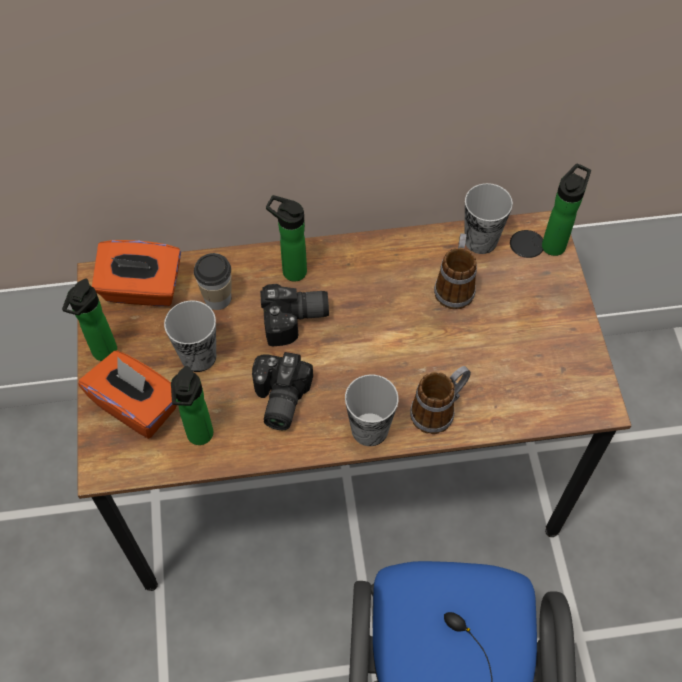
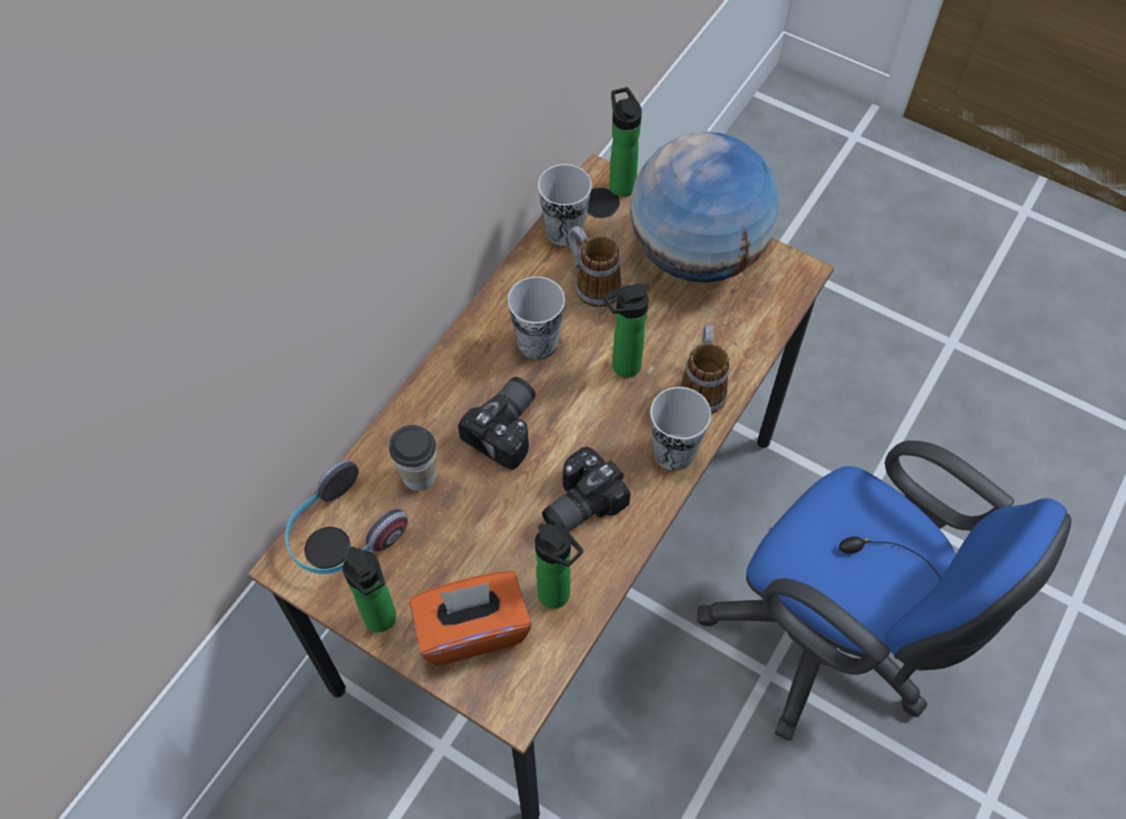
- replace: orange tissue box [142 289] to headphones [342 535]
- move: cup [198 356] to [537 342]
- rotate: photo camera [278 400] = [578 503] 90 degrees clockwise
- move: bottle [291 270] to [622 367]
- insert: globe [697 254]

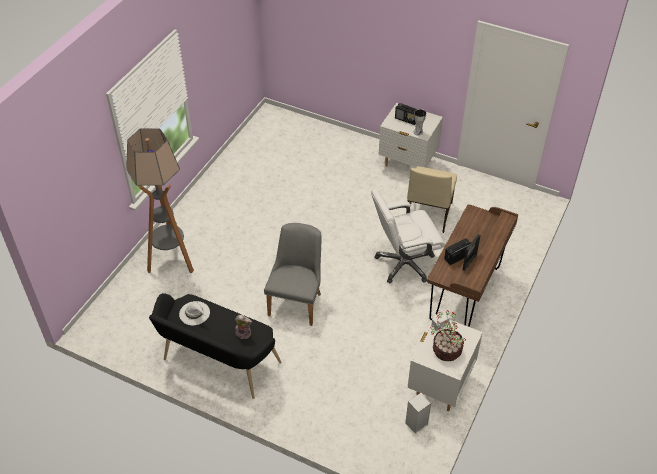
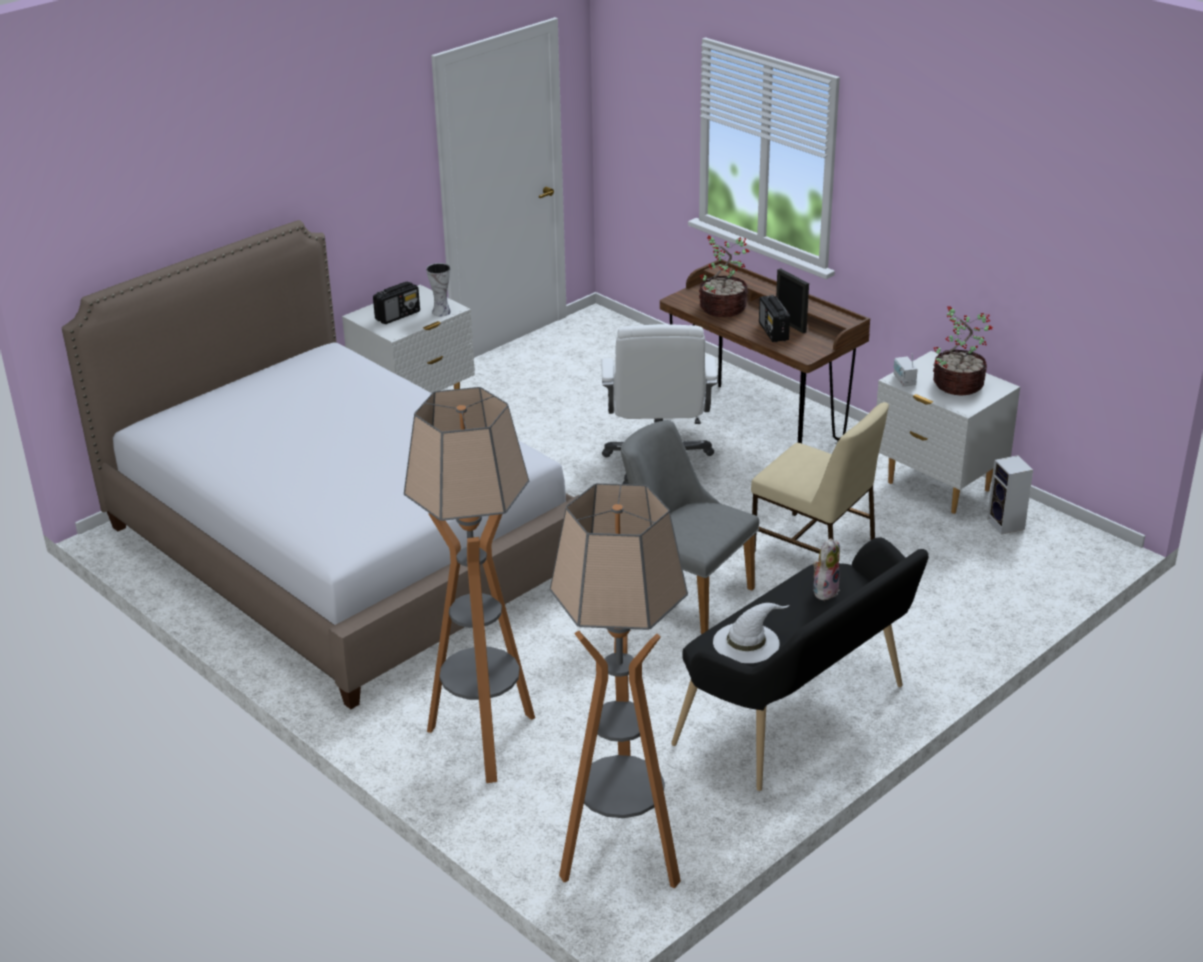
- insert: bed [342 549]
- insert: floor lamp [621 857]
- insert: potted plant [721 309]
- move: beige chair [428 214] to [814 548]

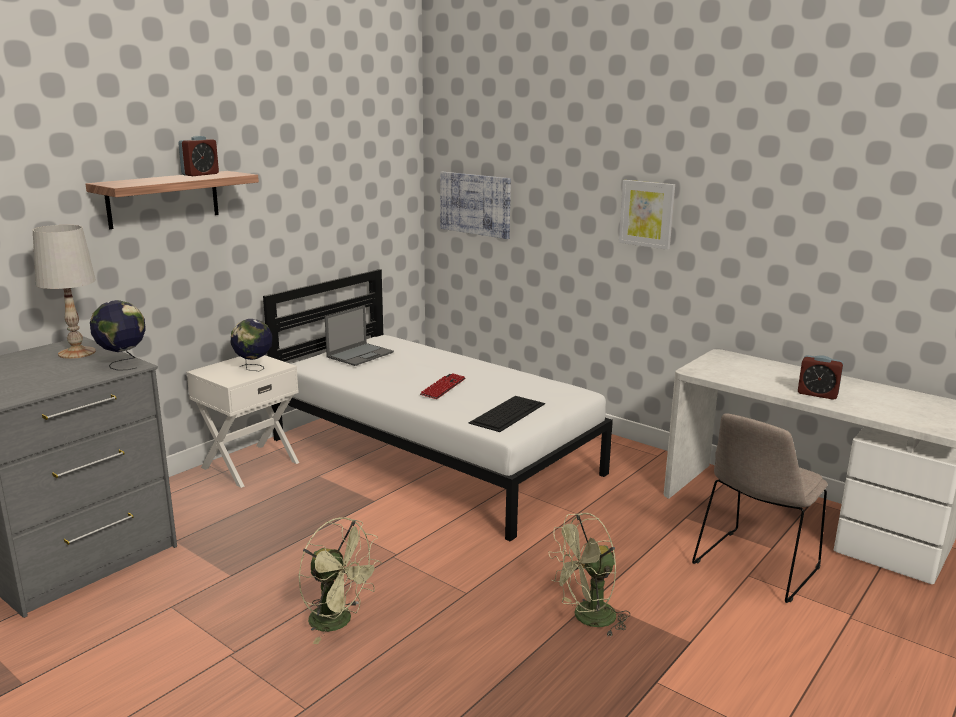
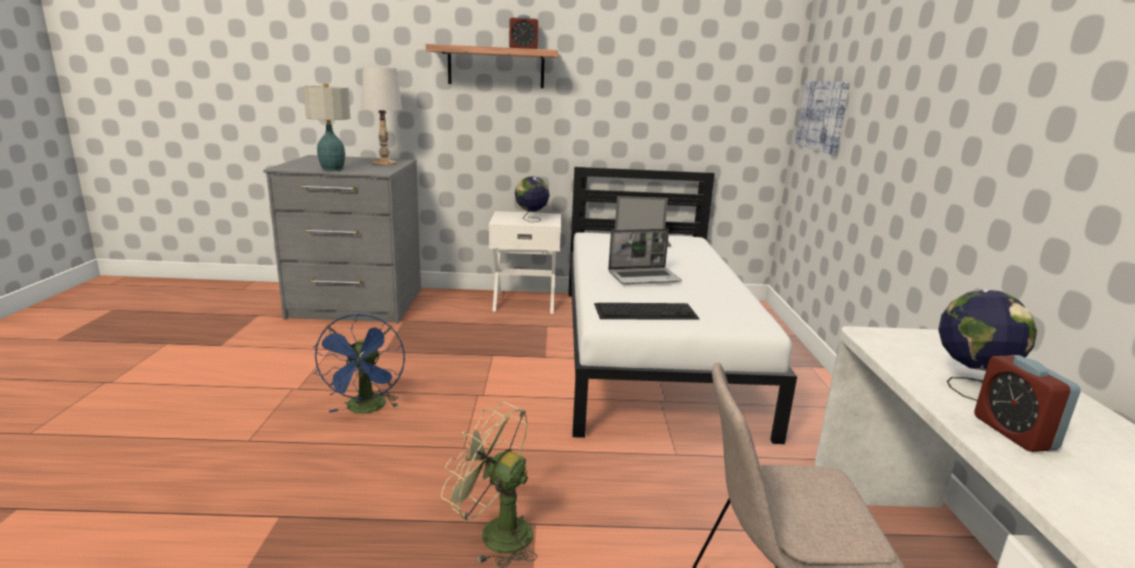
- insert: table lamp [332 169]
- recolor: green fan [339 622] to blue fan [366 409]
- replace: keyboard [443 387] to laptop [644 277]
- move: globe [123 363] to [969 386]
- delete: picture [647 214]

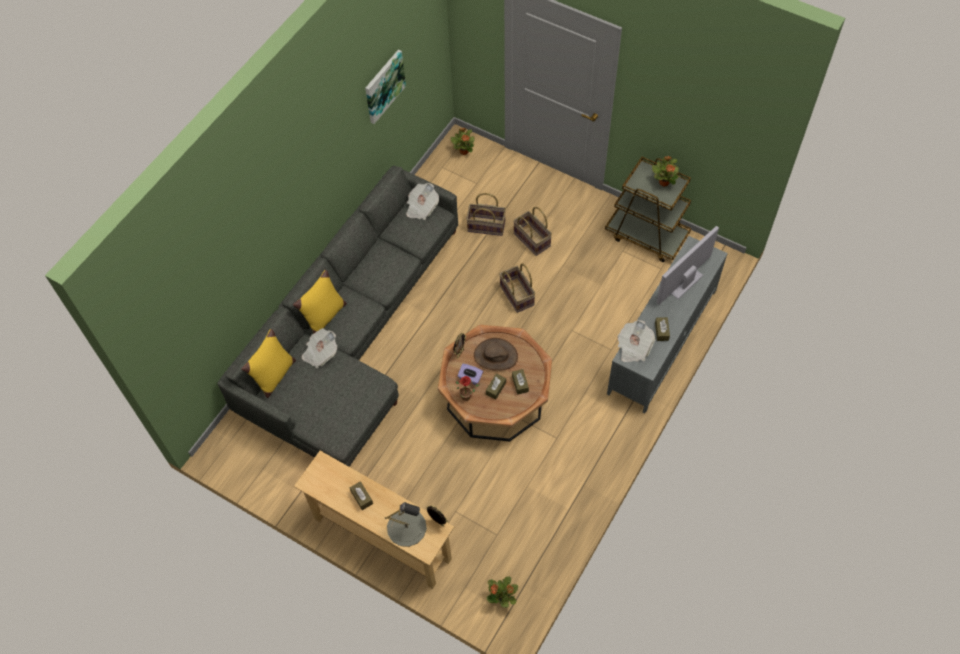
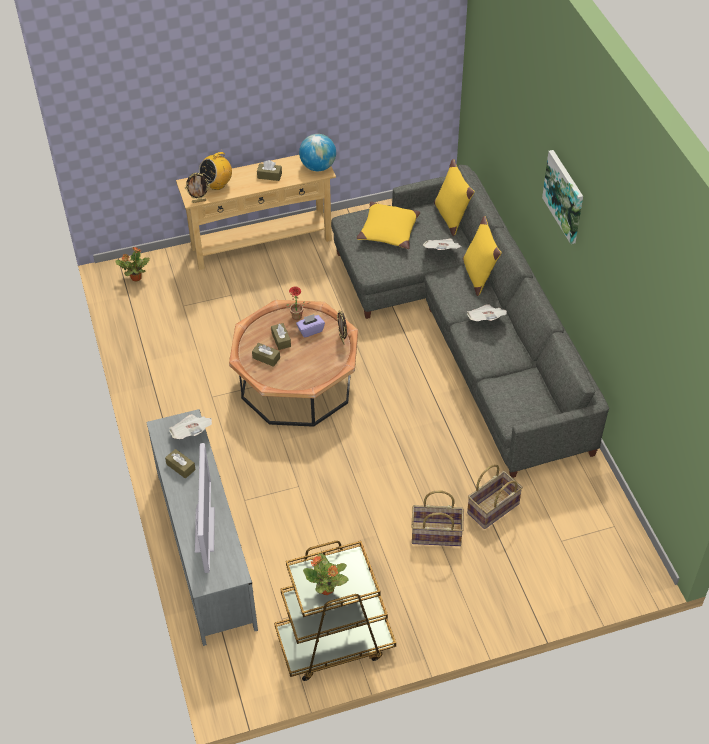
- replace: grey table lamp [406 527] to radio [217 184]
- insert: globe [318 167]
- insert: yellow pillow [389 231]
- move: newspaper [421 207] to [485 320]
- move: picture [383 86] to [564 196]
- delete: potted plant [464 151]
- delete: brown hat [495 356]
- delete: basket [517 295]

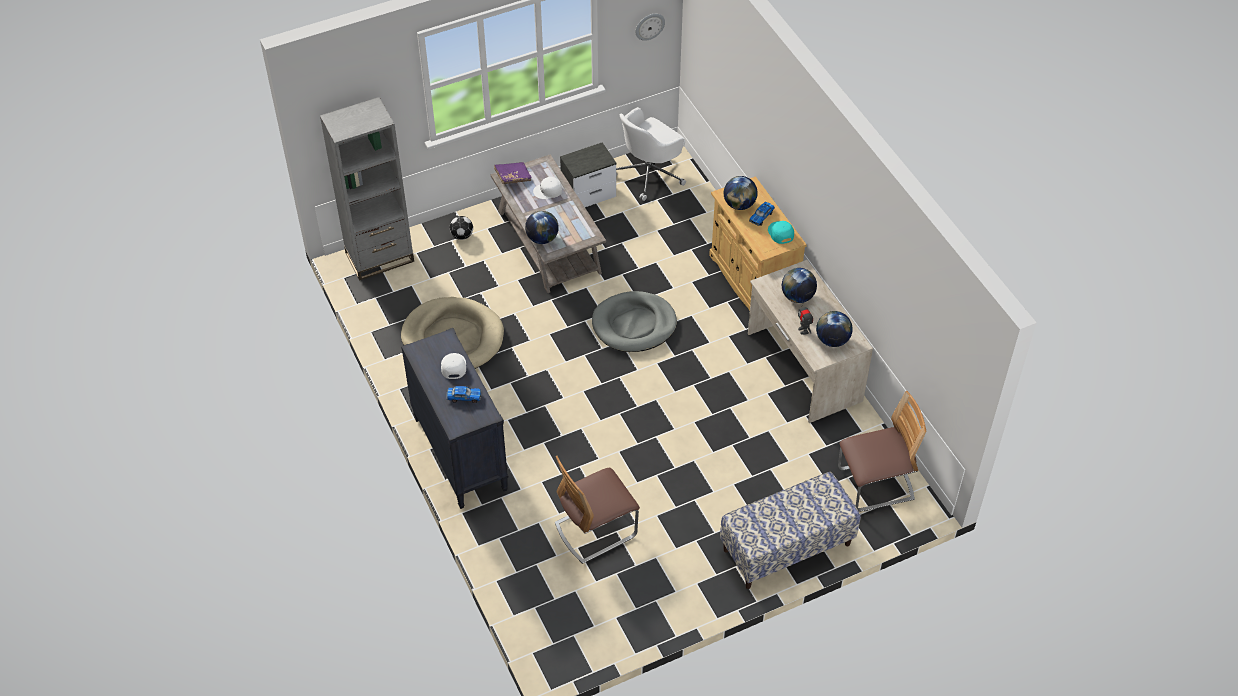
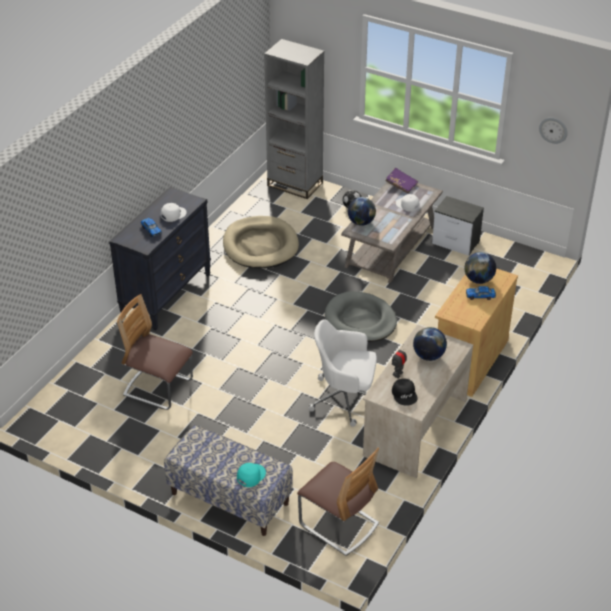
- move: turquoise cap [780 233] to [250 475]
- move: white office chair [649 174] to [345 399]
- replace: globe [832 340] to black cap [405 394]

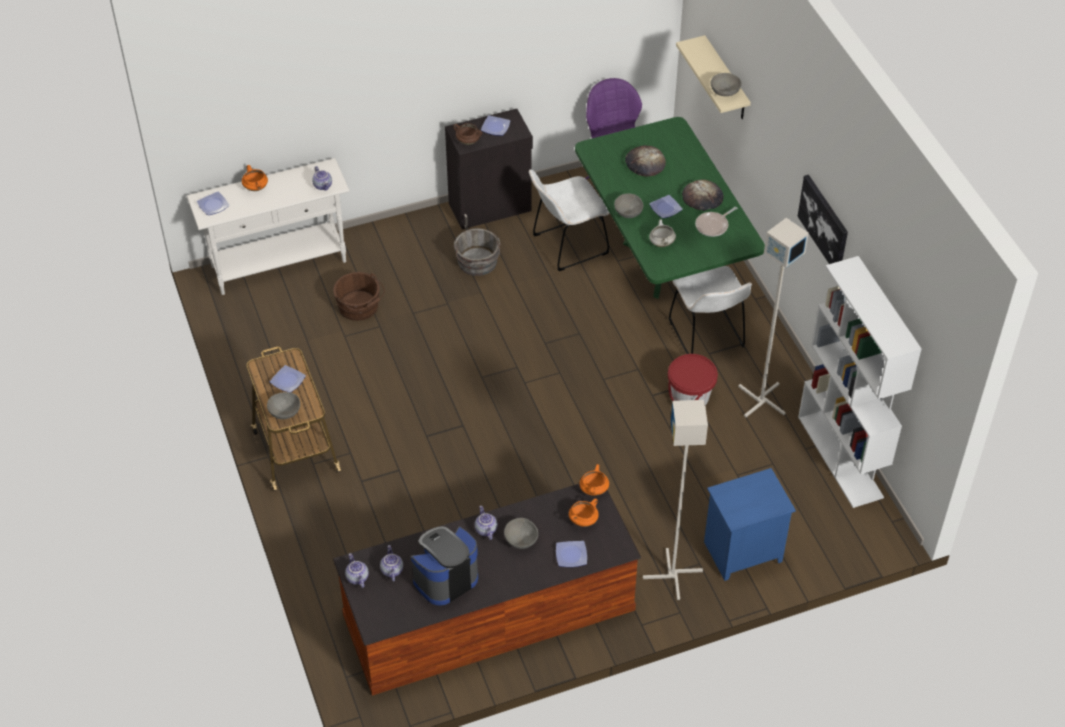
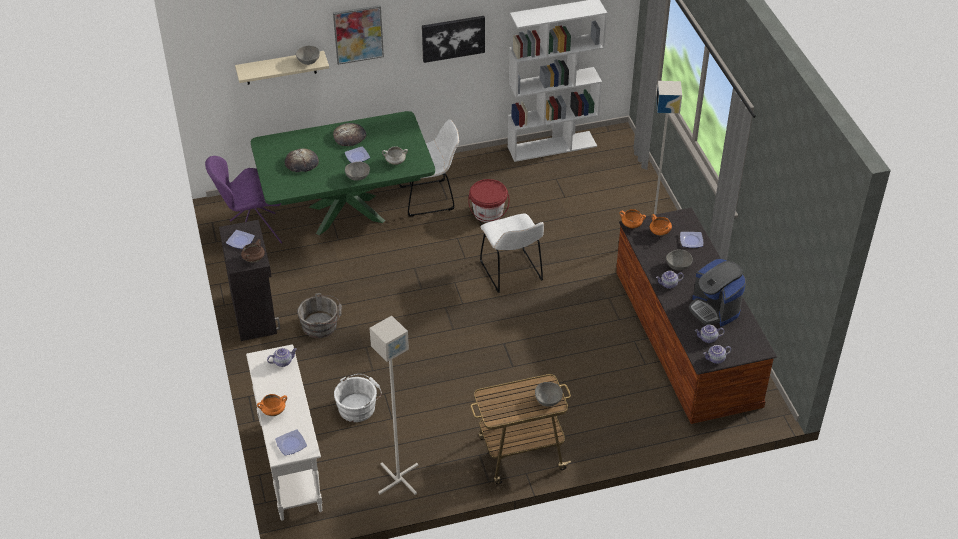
- insert: picture [358 34]
- recolor: brown bucket [360 307] to white bucket [358 406]
- move: grey floor lamp [760 400] to [398 479]
- move: white chair [566 246] to [512 273]
- delete: plate [287 381]
- delete: frying pan [713 225]
- delete: blue nightstand [742 553]

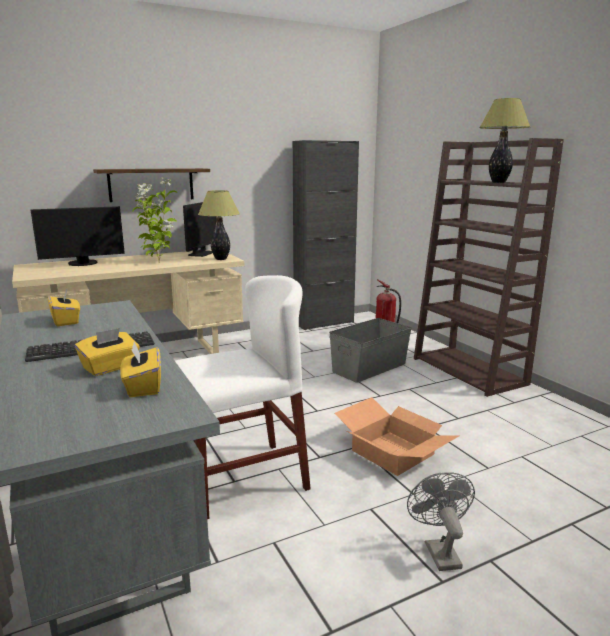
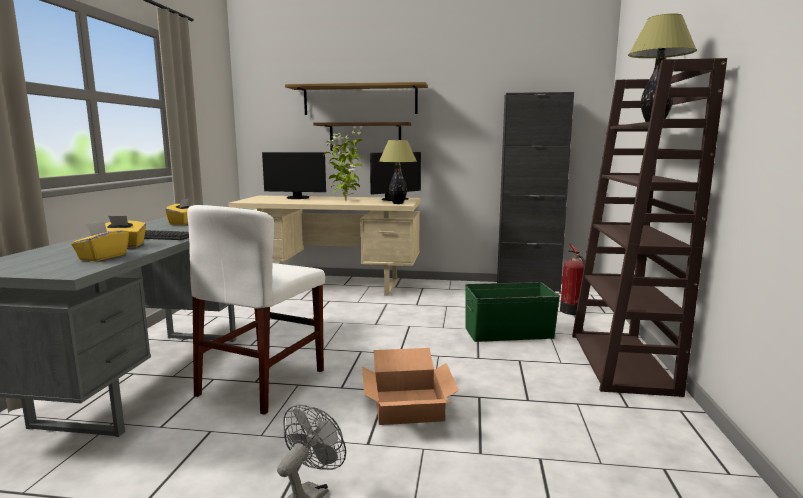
- rotate: white chair [242 479] = [262 382] 105 degrees clockwise
- insert: shelf [360 100]
- recolor: grey storage box [368 367] to green storage box [508 332]

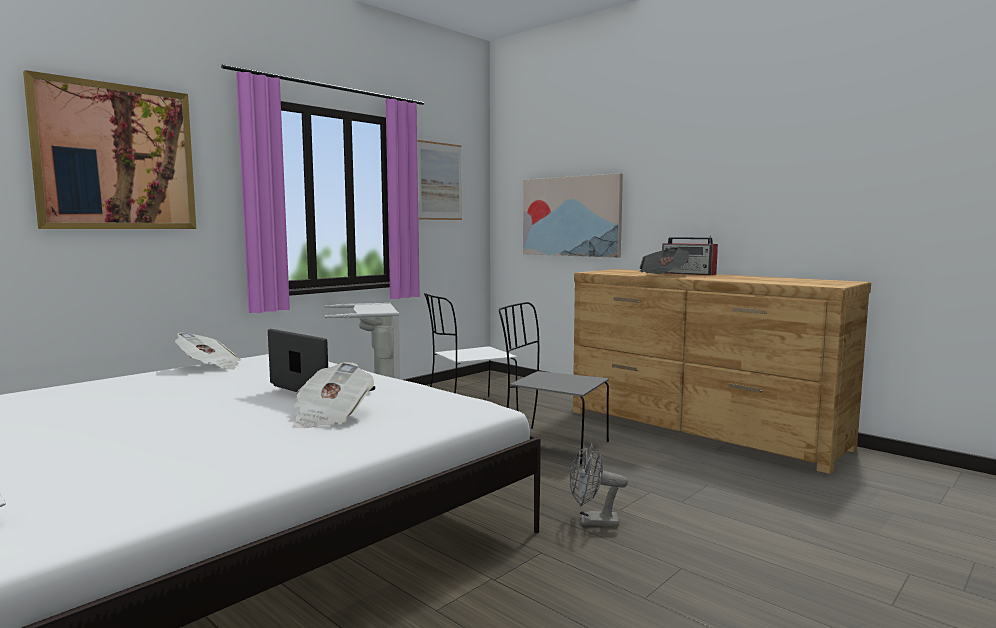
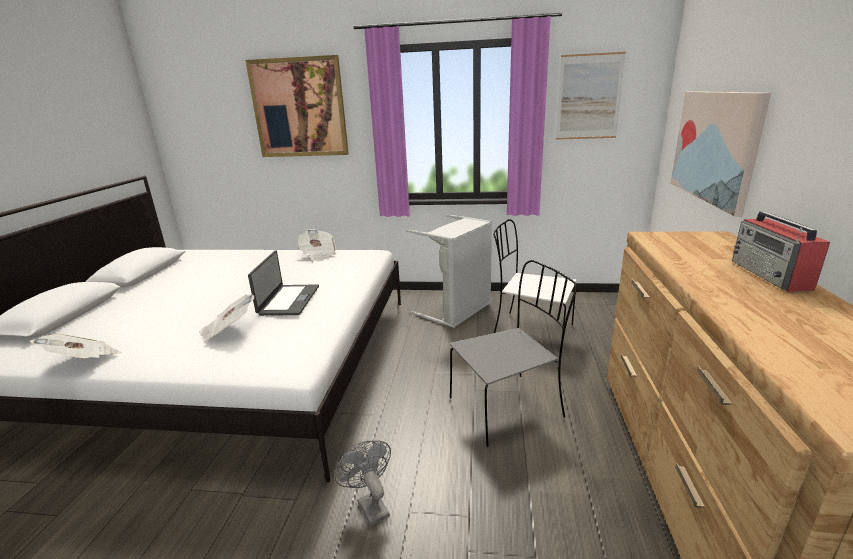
- move: newspaper [663 275] to [84 360]
- rotate: grey chair [551 445] = [508 407] 75 degrees clockwise

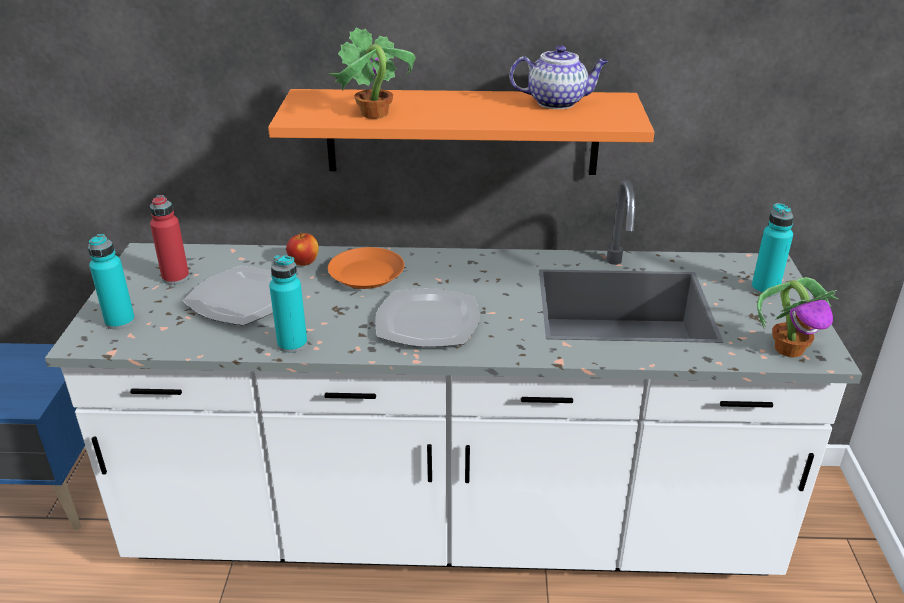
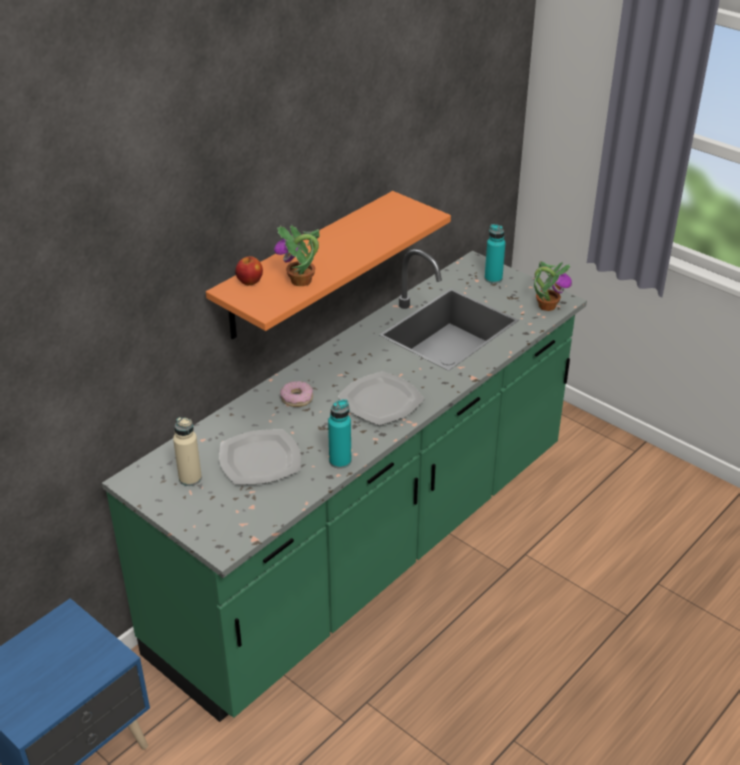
- recolor: white counter [452 527] to green counter [369 549]
- recolor: red bottle [175 278] to beige bottle [190 478]
- move: apple [304 262] to [250 282]
- replace: orange plate [366 274] to donut [297 398]
- delete: turquoise bottle [120 321]
- delete: teapot [557 102]

